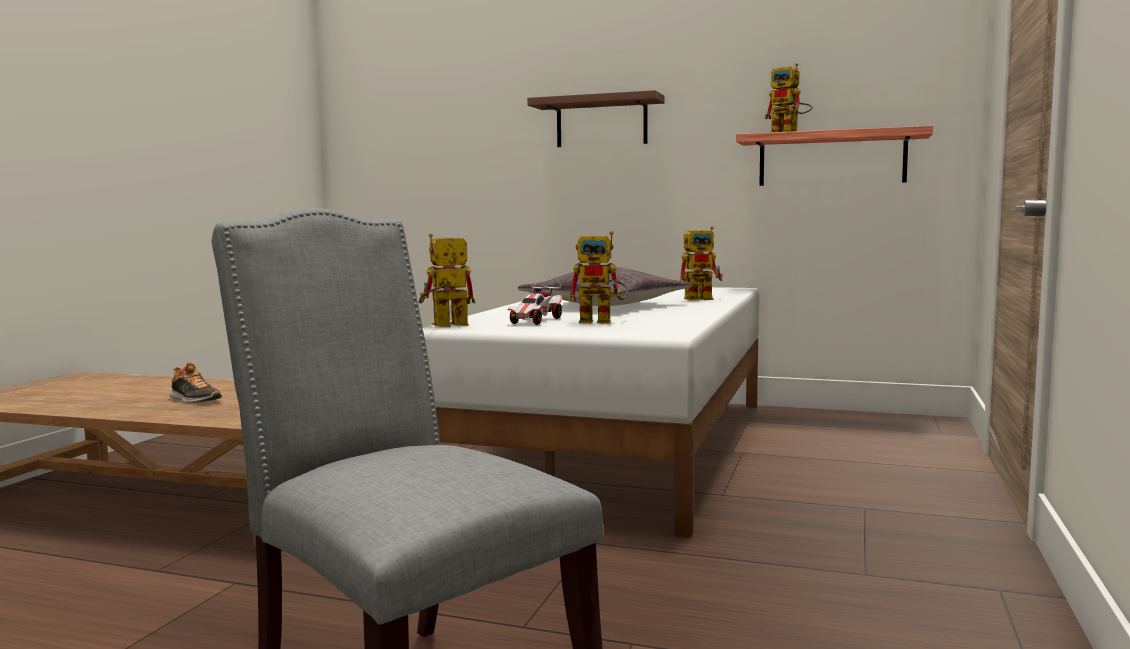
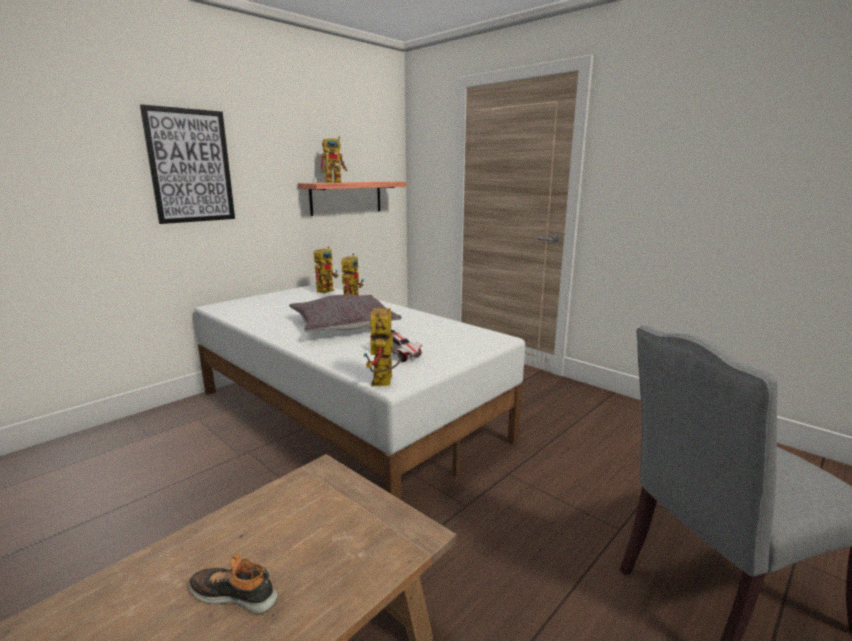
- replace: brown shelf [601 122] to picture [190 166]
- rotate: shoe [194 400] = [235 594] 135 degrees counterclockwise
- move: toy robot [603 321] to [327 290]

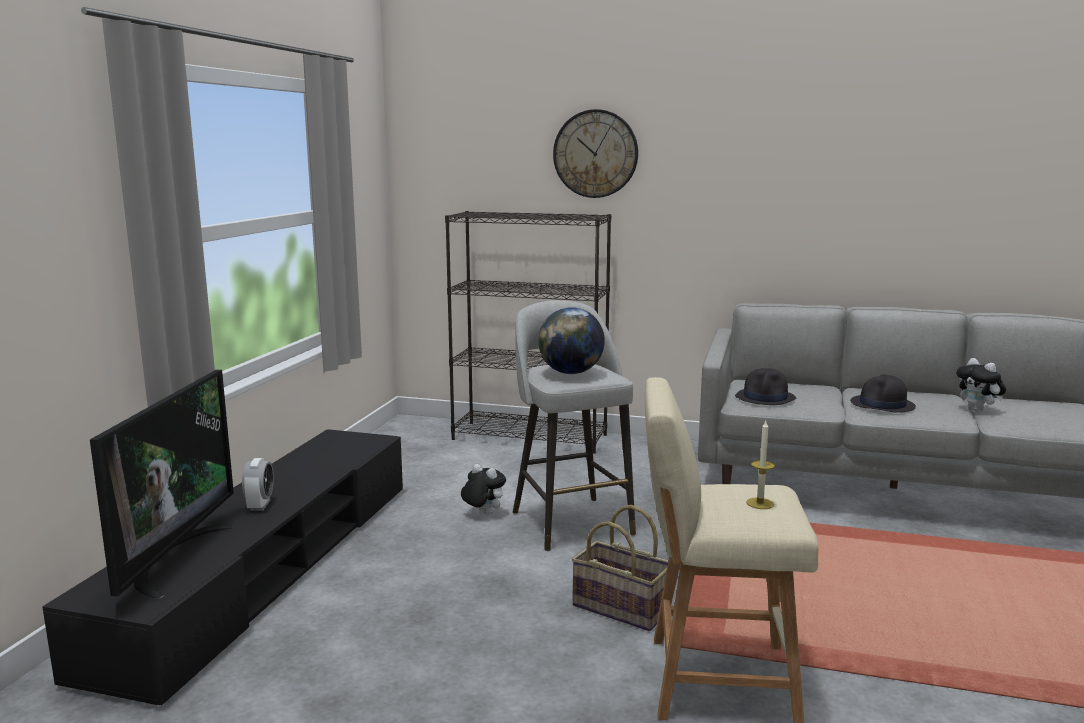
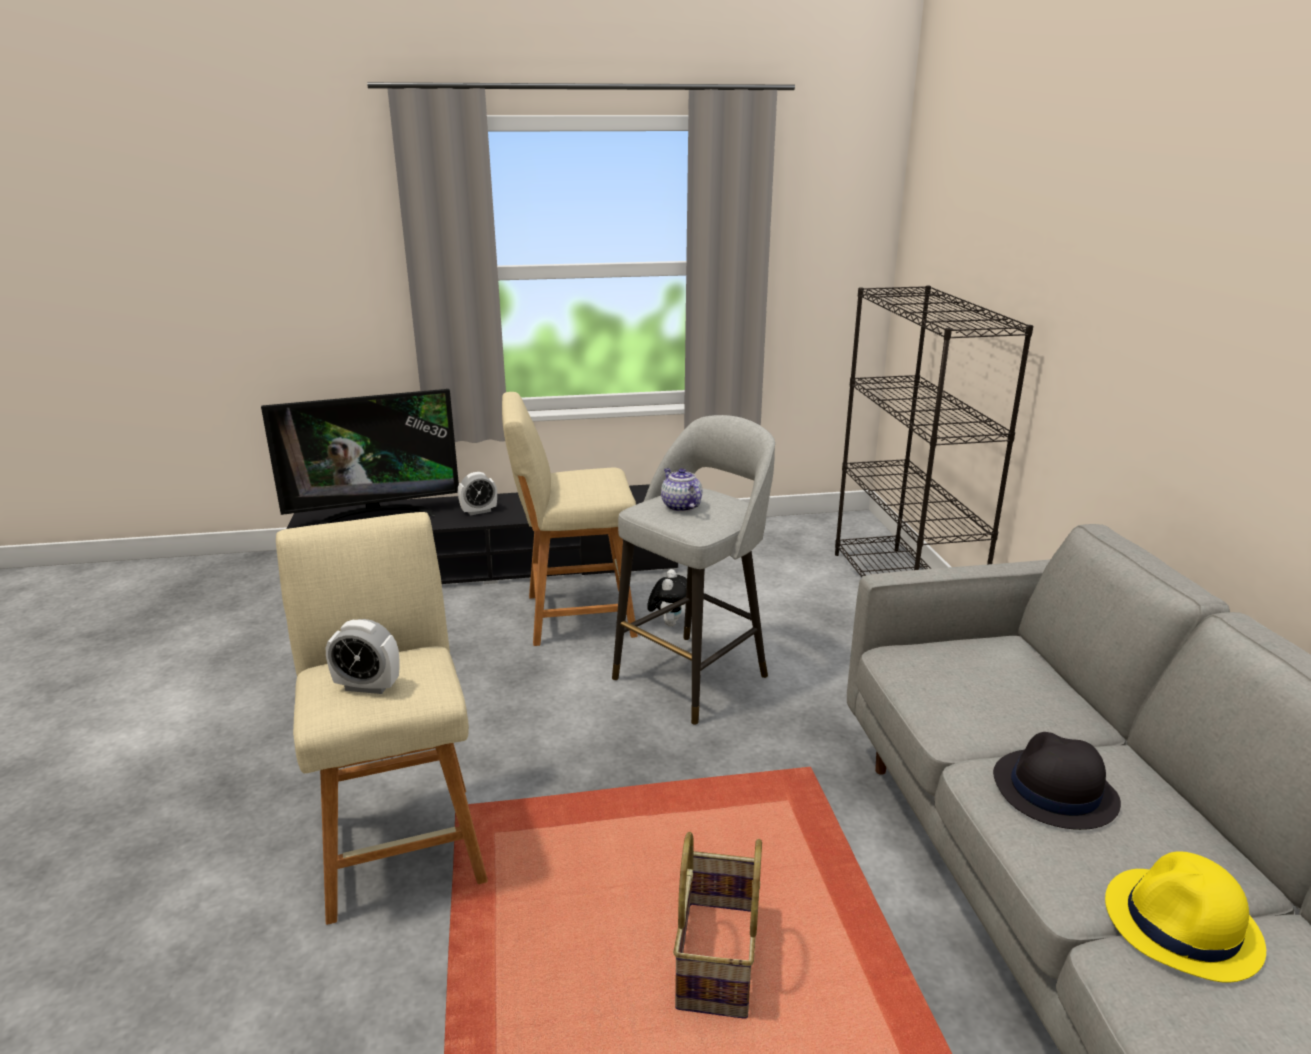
- replace: candle [760 503] to alarm clock [367 686]
- insert: beige stool [573 616]
- replace: globe [571 373] to teapot [680 506]
- move: basket [622 607] to [719 961]
- replace: plush toy [978 410] to yellow hat [1182 925]
- delete: wall clock [595 154]
- delete: black hat [765 398]

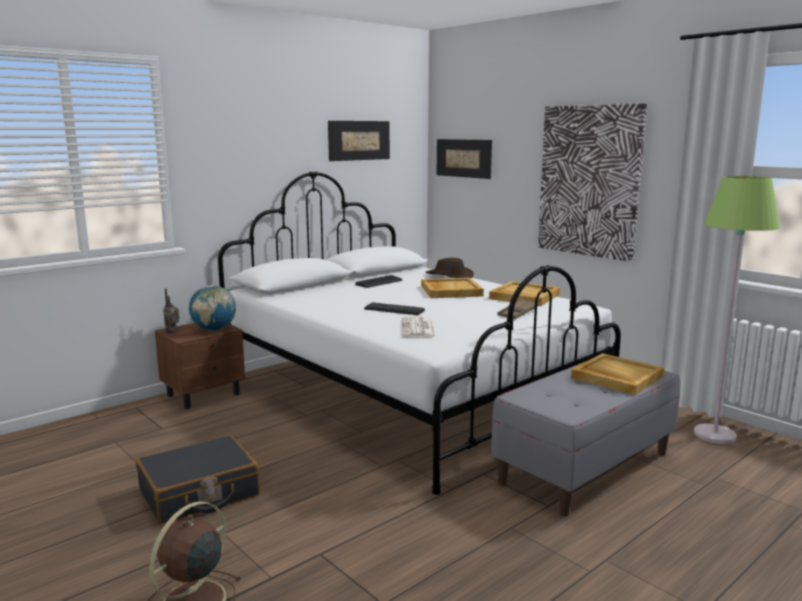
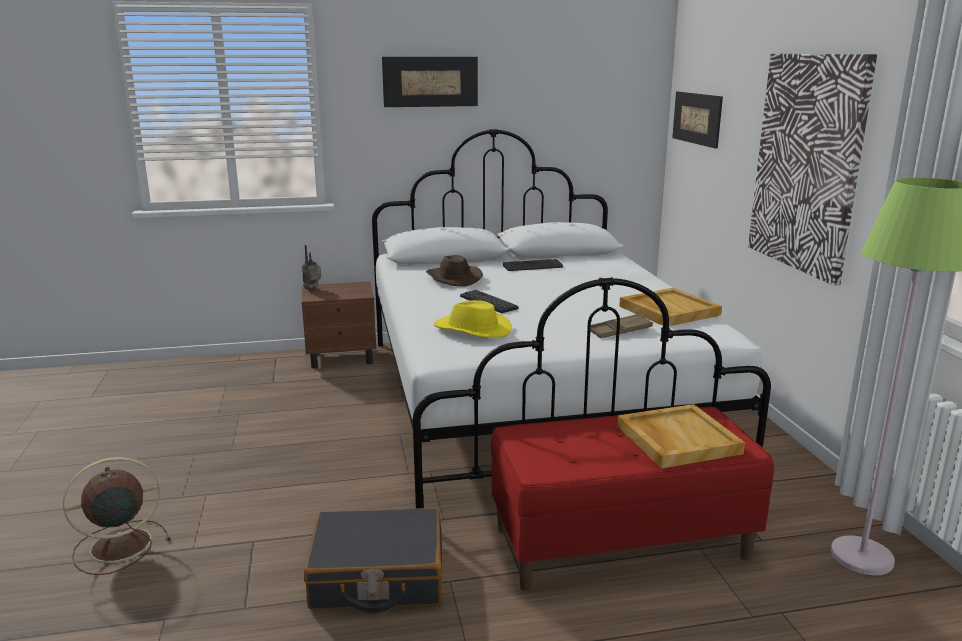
- move: black suitcase [199 493] to [377 577]
- move: picture [359 140] to [430 81]
- move: brown hat [449 276] to [453 278]
- replace: newspaper [418 328] to yellow hat [472 329]
- recolor: grey bench [584 467] to red bench [621 542]
- delete: globe [214 330]
- delete: beige tray [450 291]

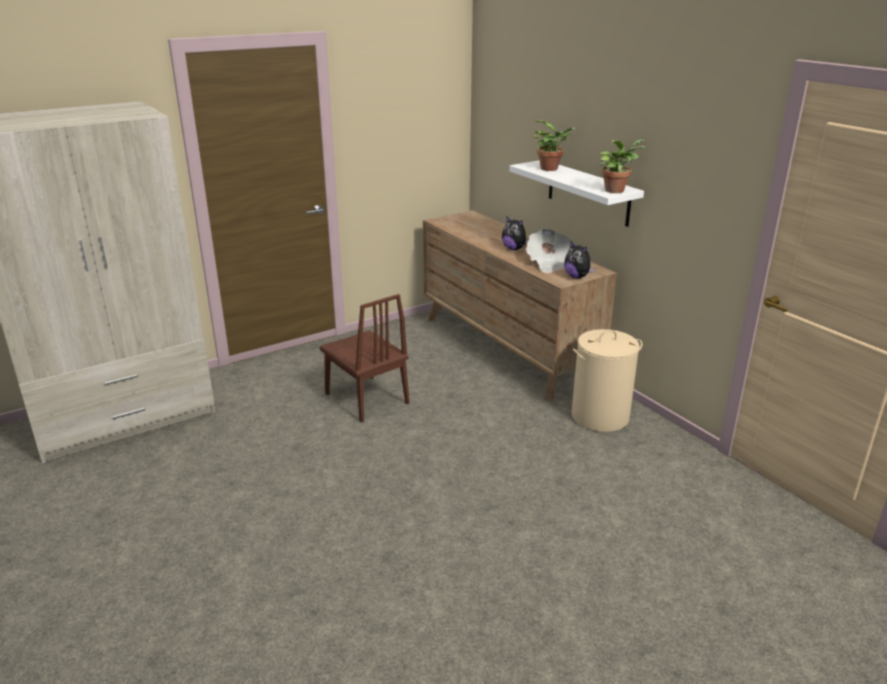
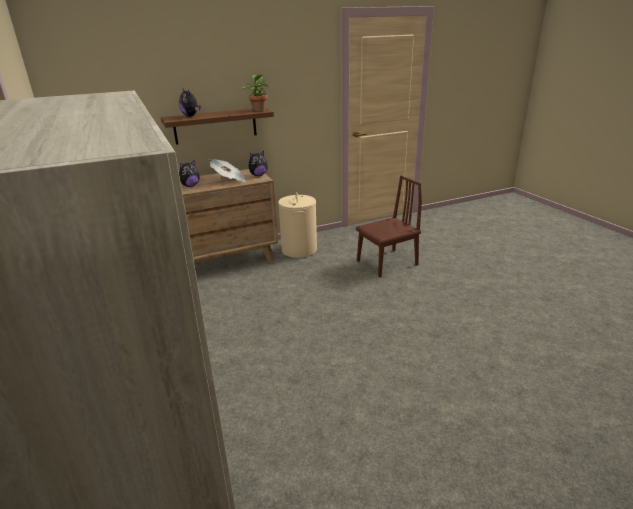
- recolor: white shelf [588 193] to brown shelf [215 125]
- replace: potted plant [551 169] to plush toy [191 116]
- move: brown chair [366 398] to [387 263]

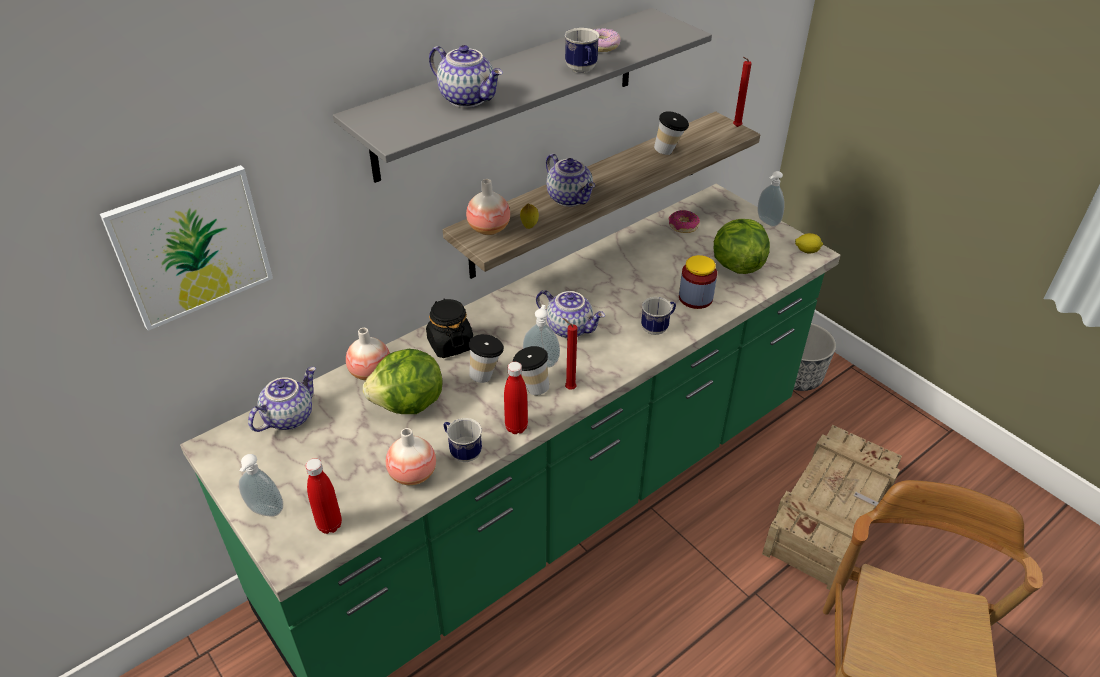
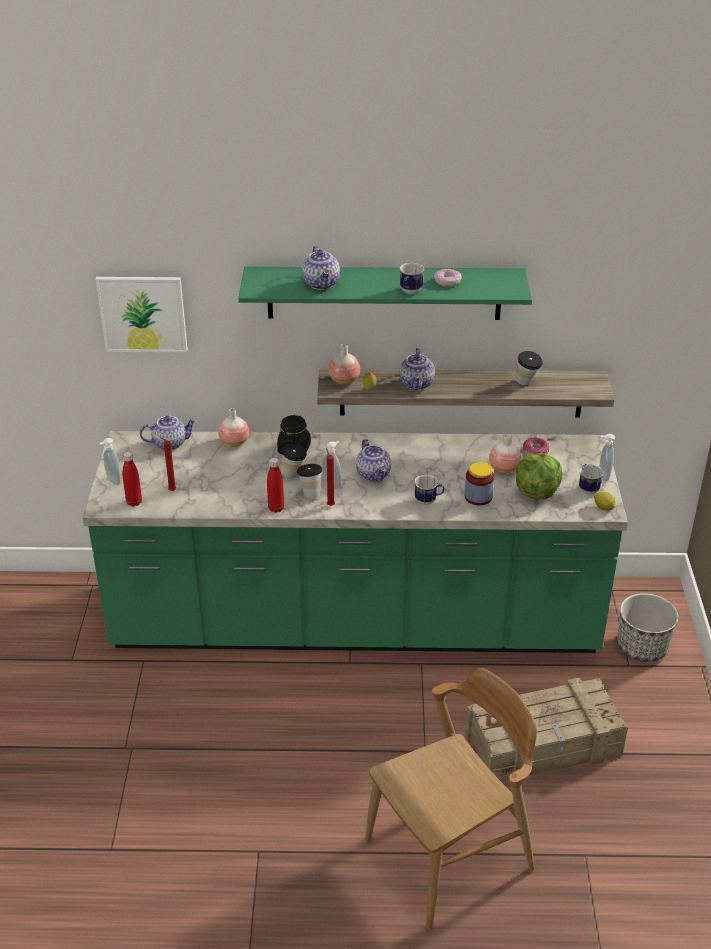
- move: red candle [735 127] to [171 490]
- recolor: grey shelf [509 93] to green shelf [384 293]
- move: vase [413 474] to [504 469]
- move: mug [462 452] to [587 488]
- delete: lettuce [409 404]

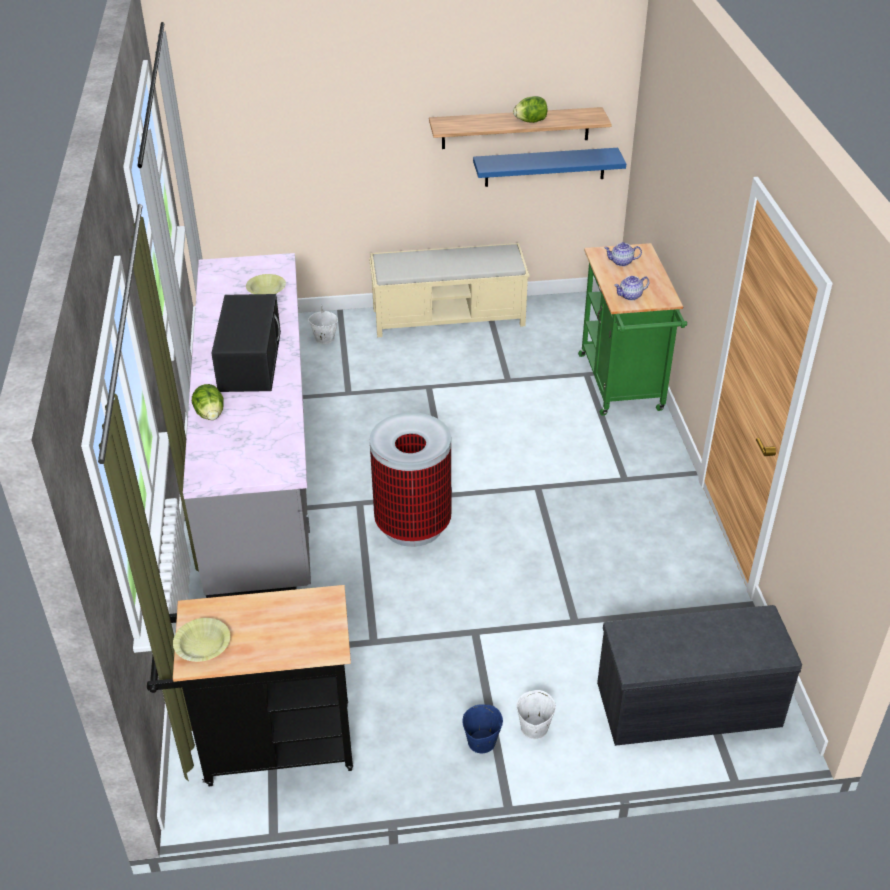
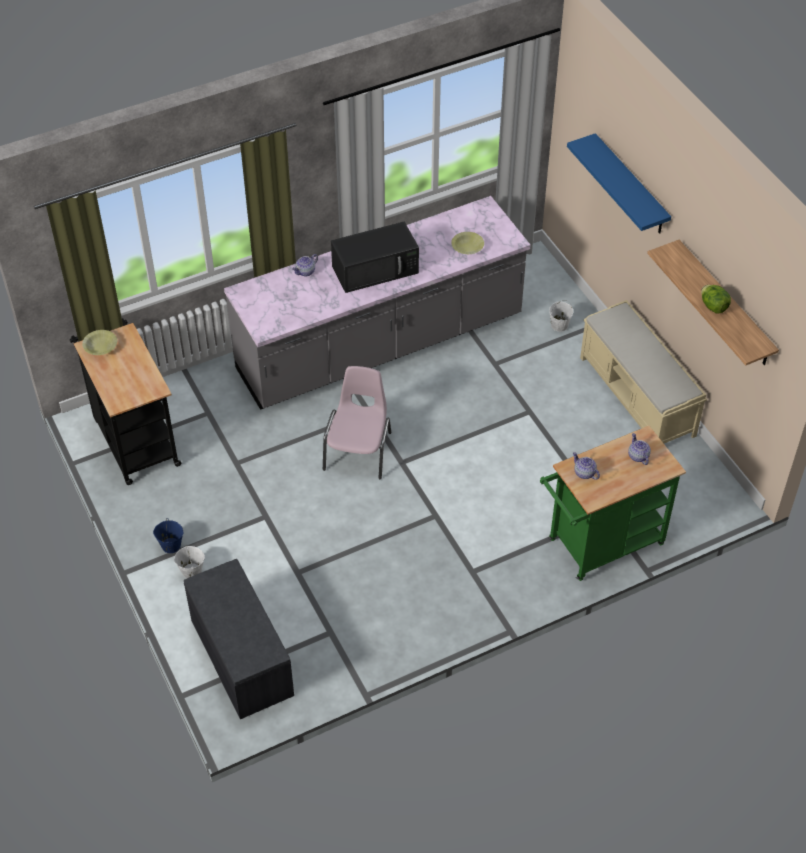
- replace: lettuce [210 414] to teapot [305 272]
- replace: trash can [413 524] to pink chair [359 450]
- move: blue shelf [545 167] to [630 185]

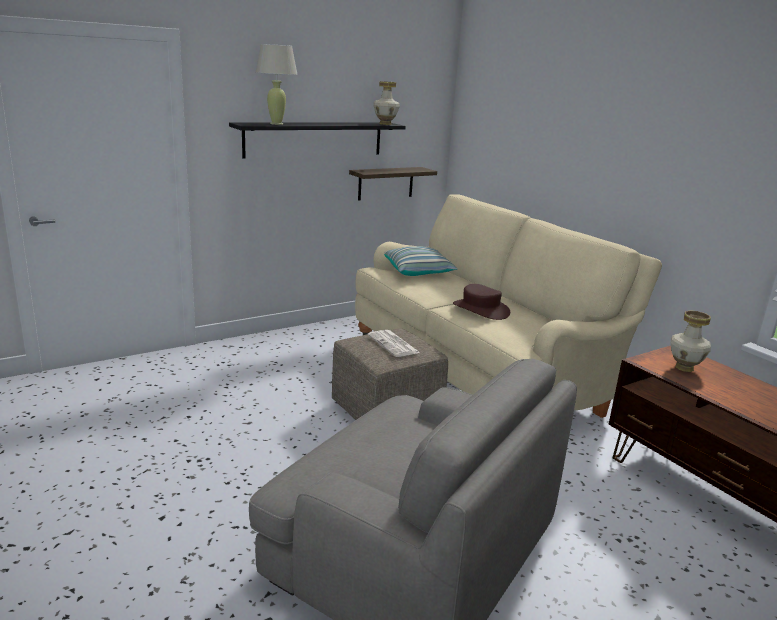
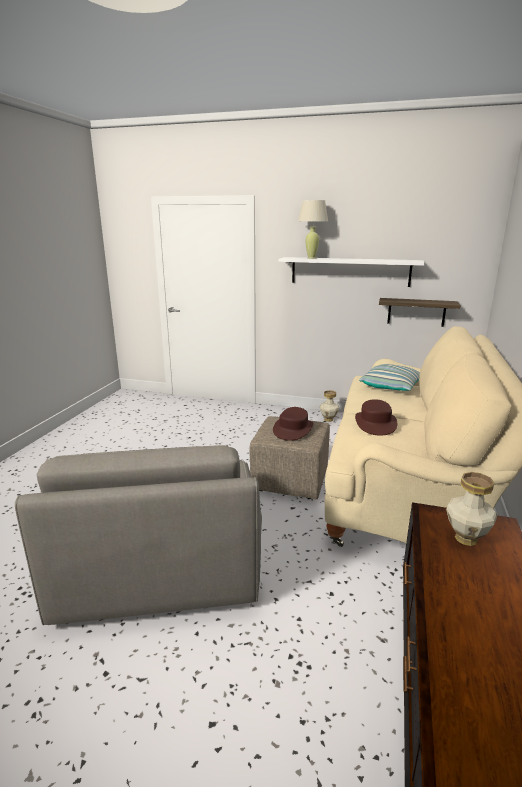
- replace: newspaper [394 344] to brown hat [293 429]
- recolor: black shelf [314 139] to white shelf [350 271]
- move: vase [385 124] to [328 419]

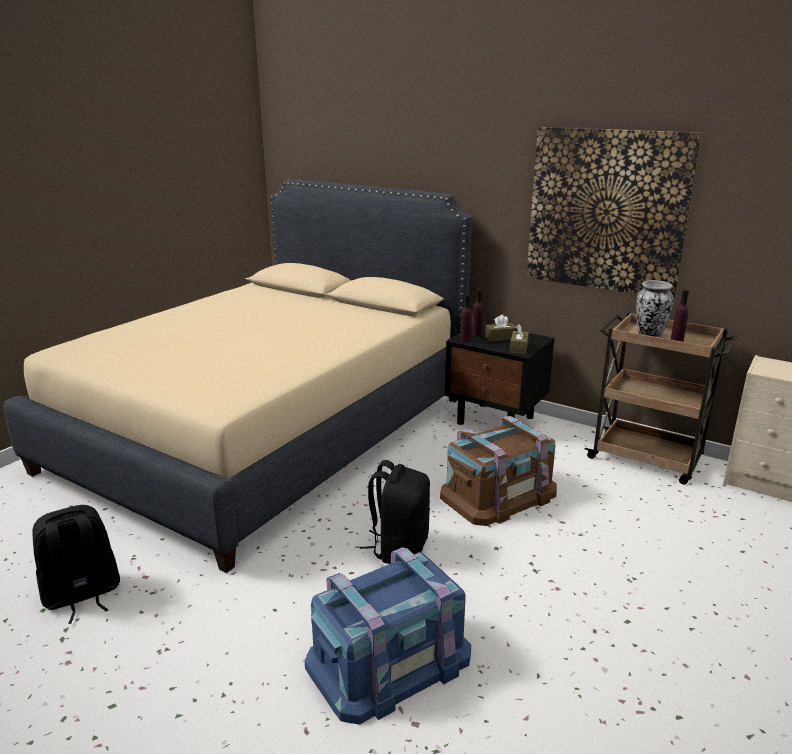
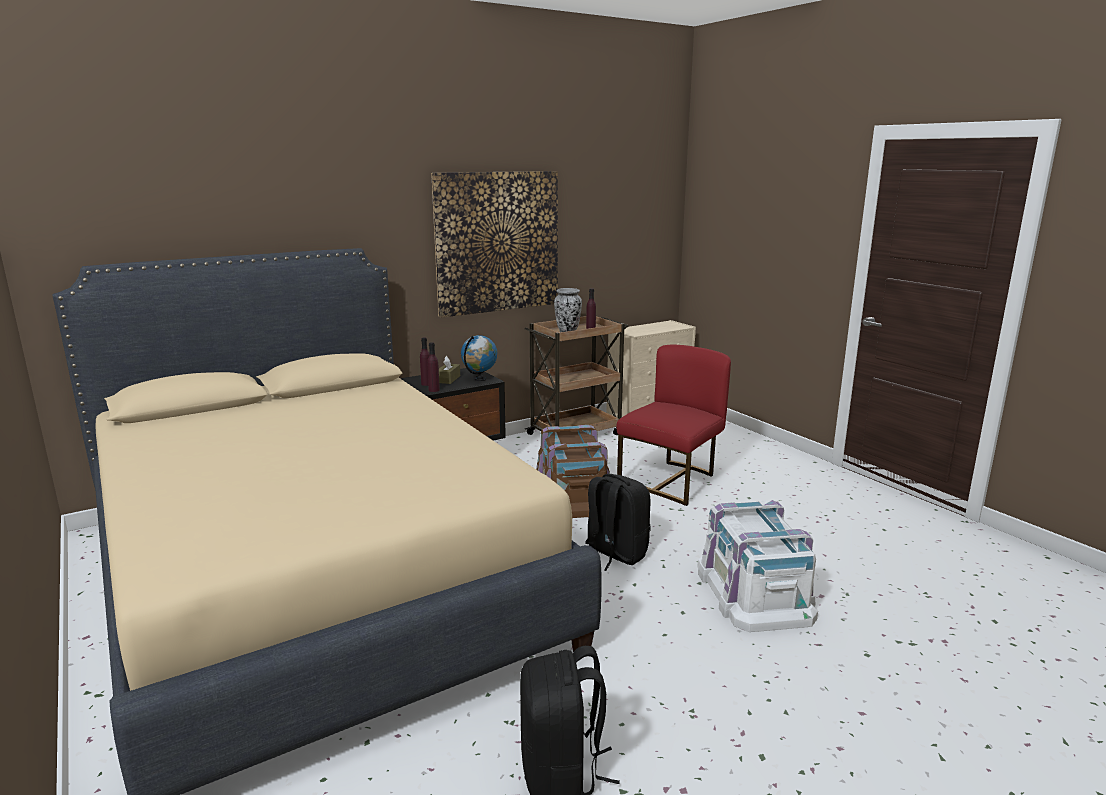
- replace: brown tissue box [518 348] to globe [480 379]
- insert: red chair [671 481]
- recolor: blue storage box [389 661] to white storage box [754 591]

